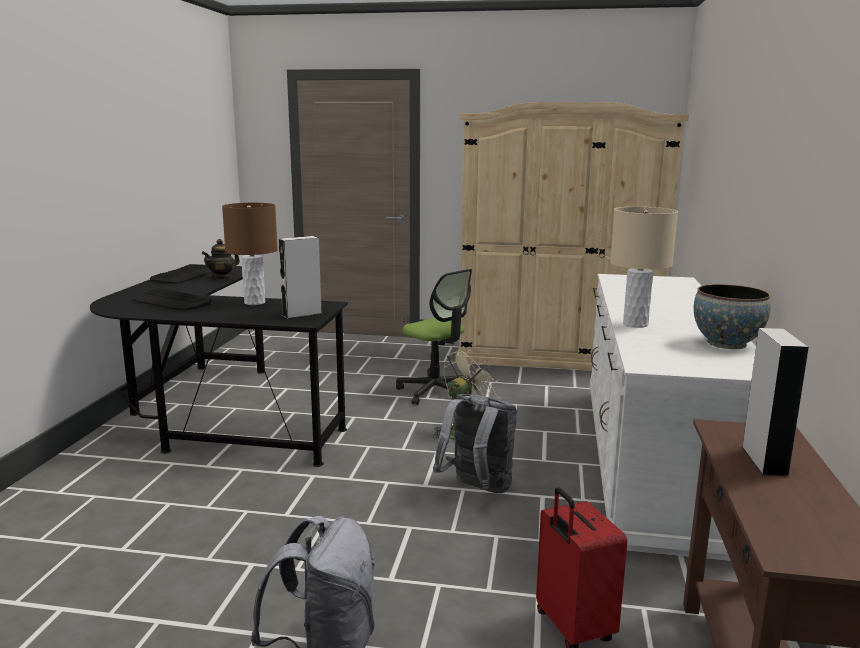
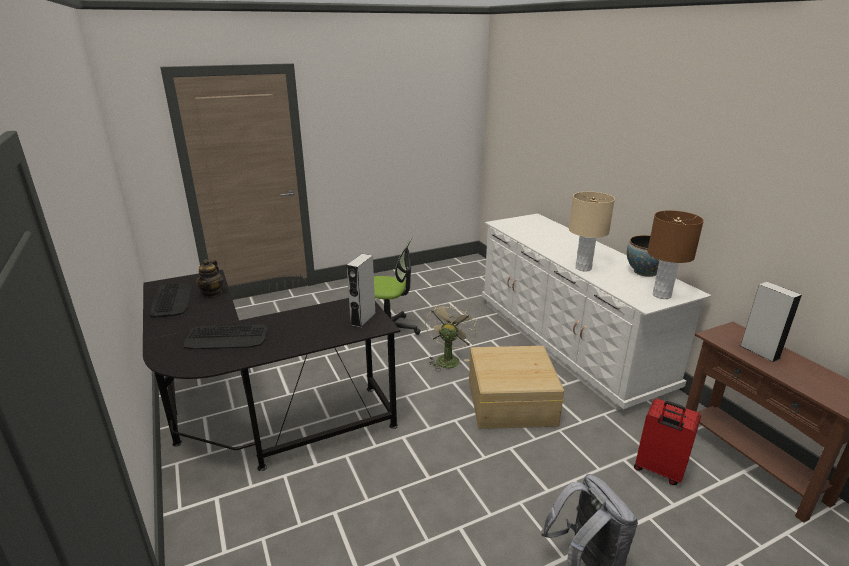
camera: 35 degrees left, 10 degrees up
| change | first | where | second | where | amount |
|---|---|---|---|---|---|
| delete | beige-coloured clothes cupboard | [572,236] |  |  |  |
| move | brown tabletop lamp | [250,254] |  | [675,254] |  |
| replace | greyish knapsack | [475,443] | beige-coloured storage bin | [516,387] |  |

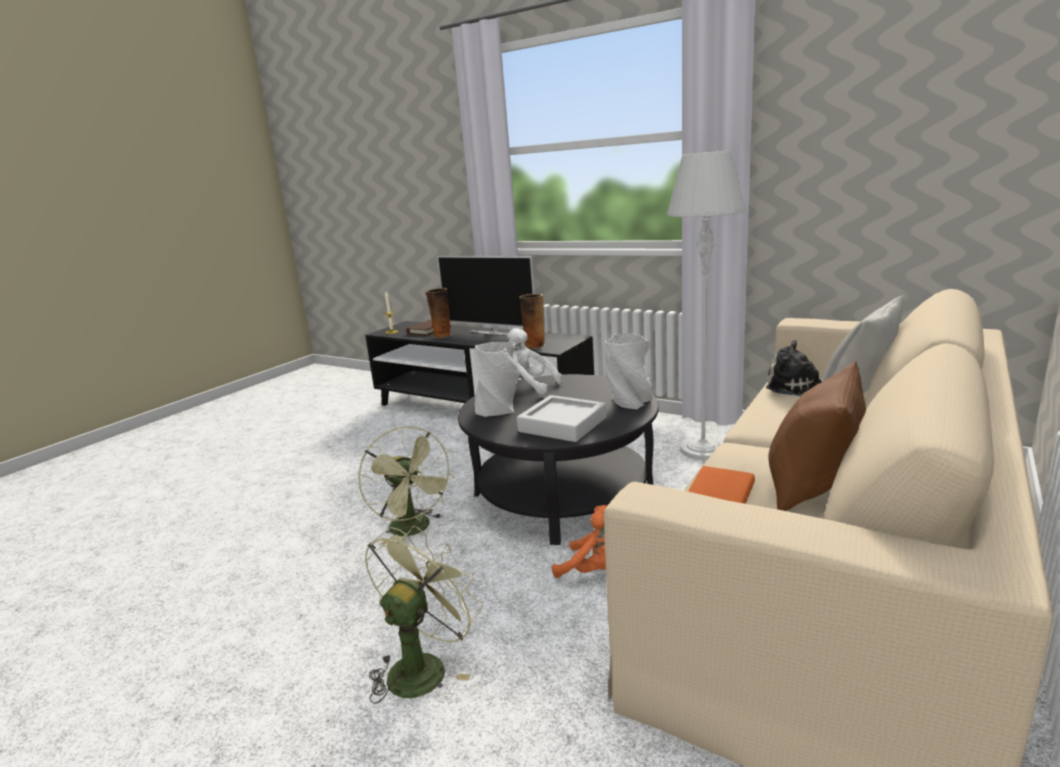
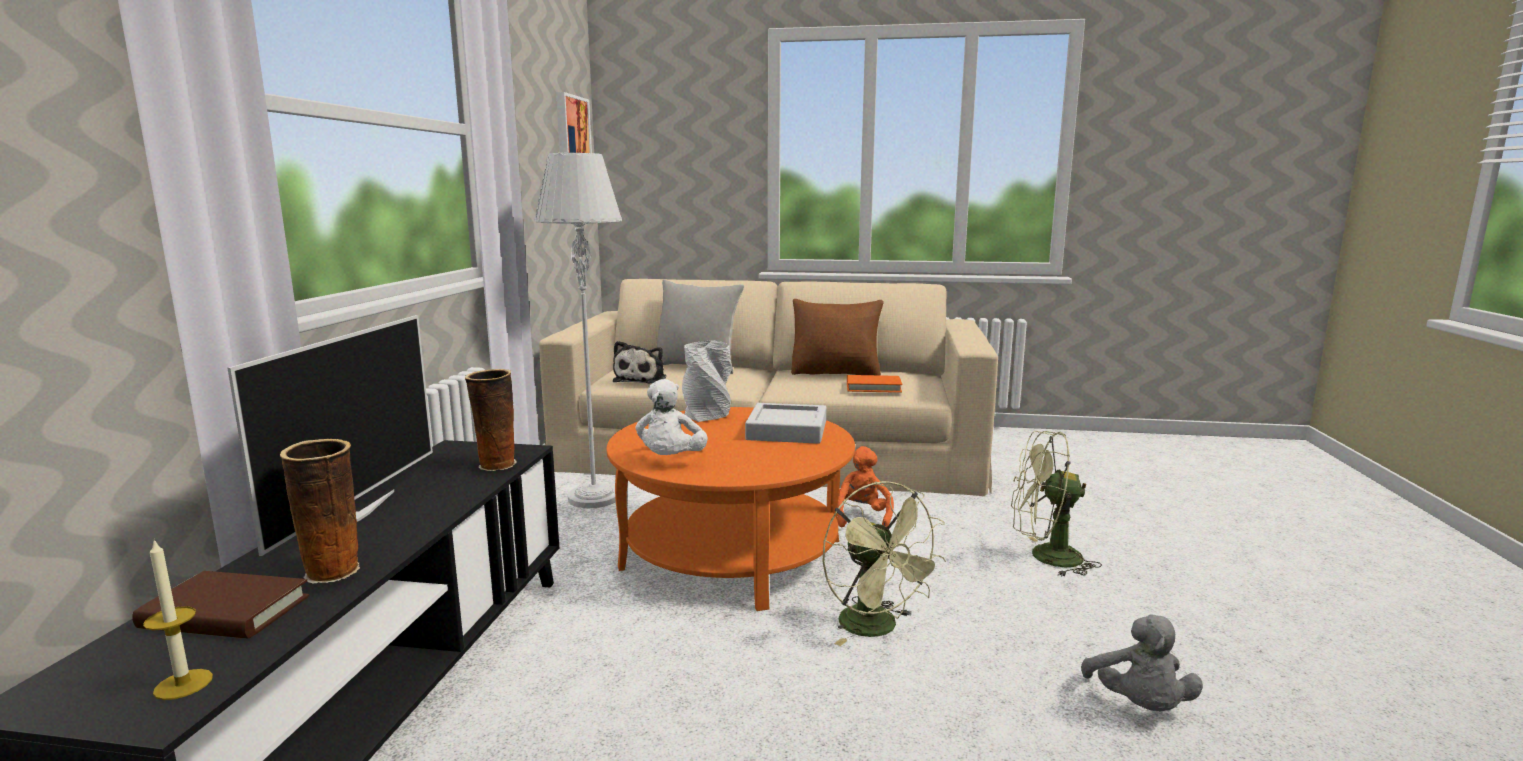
camera: 115 degrees left, 5 degrees down
| change | first | where | second | where | amount |
|---|---|---|---|---|---|
| delete | greyish decorative vase | [495,379] |  |  |  |
| insert |  |  | wall picture | [574,122] |  |
| insert |  |  | greyish soft toy | [1142,662] |  |
| recolor | blackish low table | [558,459] | orangey low table | [730,509] |  |
| rotate | greenish electric fan | [406,485] |  | [884,563] | 120 degrees clockwise |

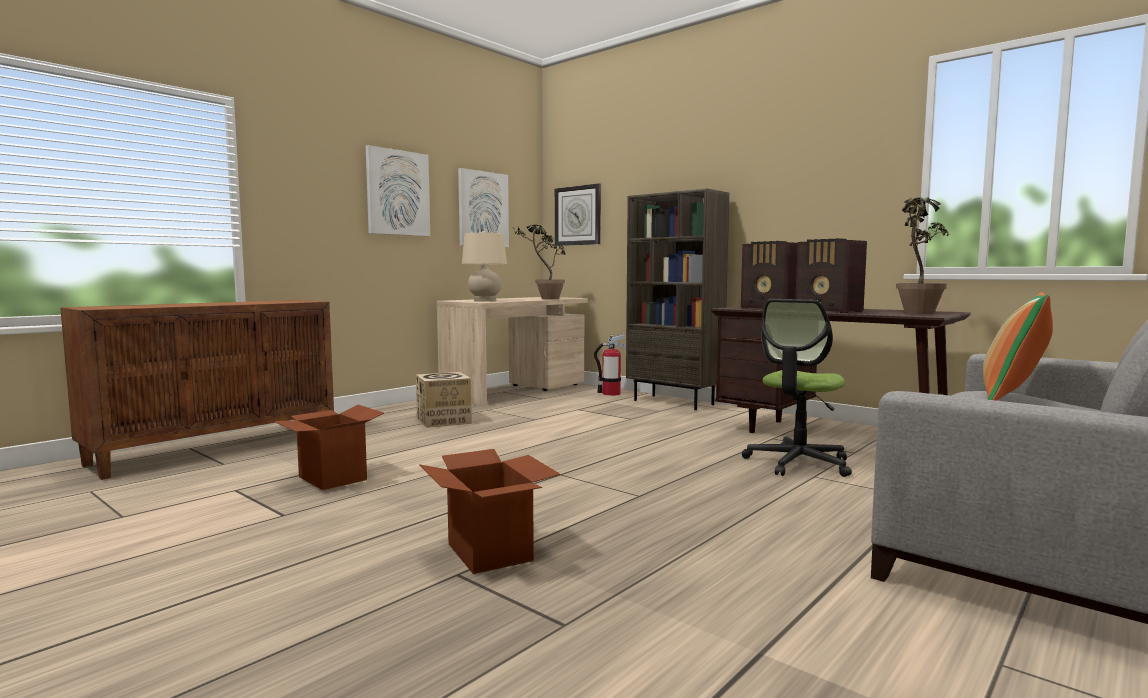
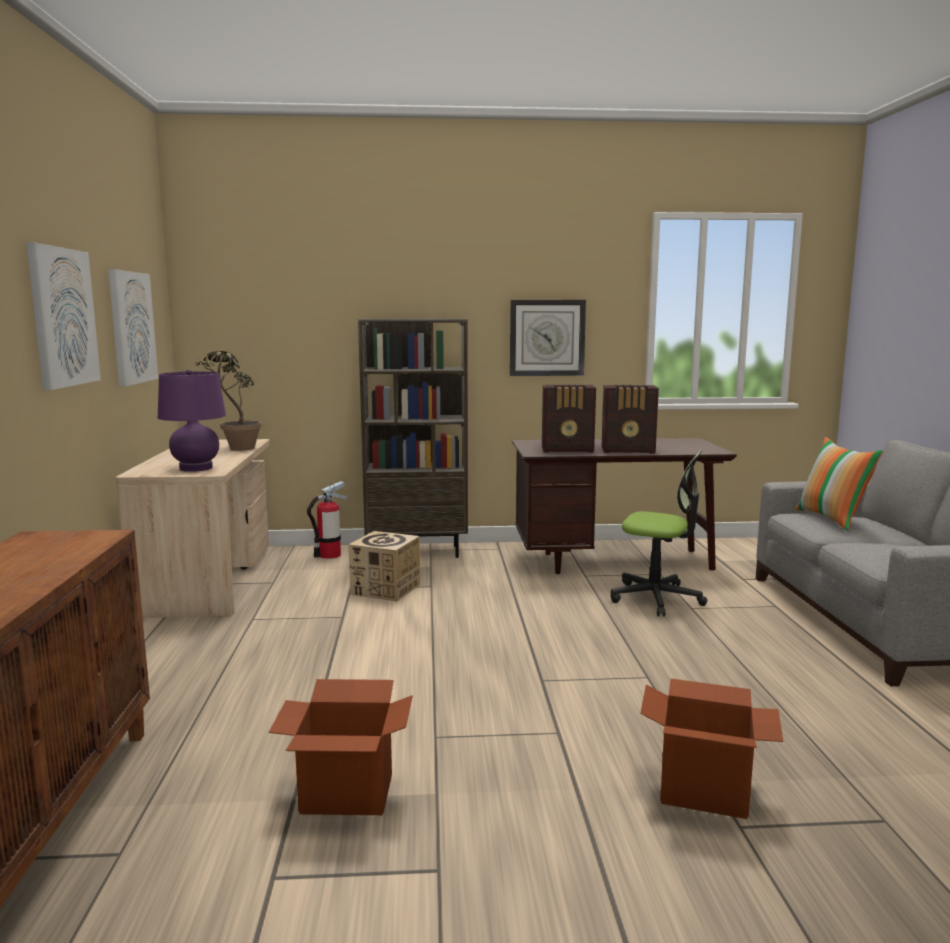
camera: 45 degrees left, 5 degrees up
| change | first | where | second | where | amount |
|---|---|---|---|---|---|
| delete | potted plant | [922,255] |  |  |  |
| move | packing box | [444,400] |  | [384,566] |  |
| move | clock on the wall | [578,214] |  | [548,338] |  |
| recolor | beige-coloured tabletop lamp | [484,266] | purple tabletop lamp | [192,420] |  |
| rotate | desk chair | [797,388] |  | [659,532] | 60 degrees counterclockwise |

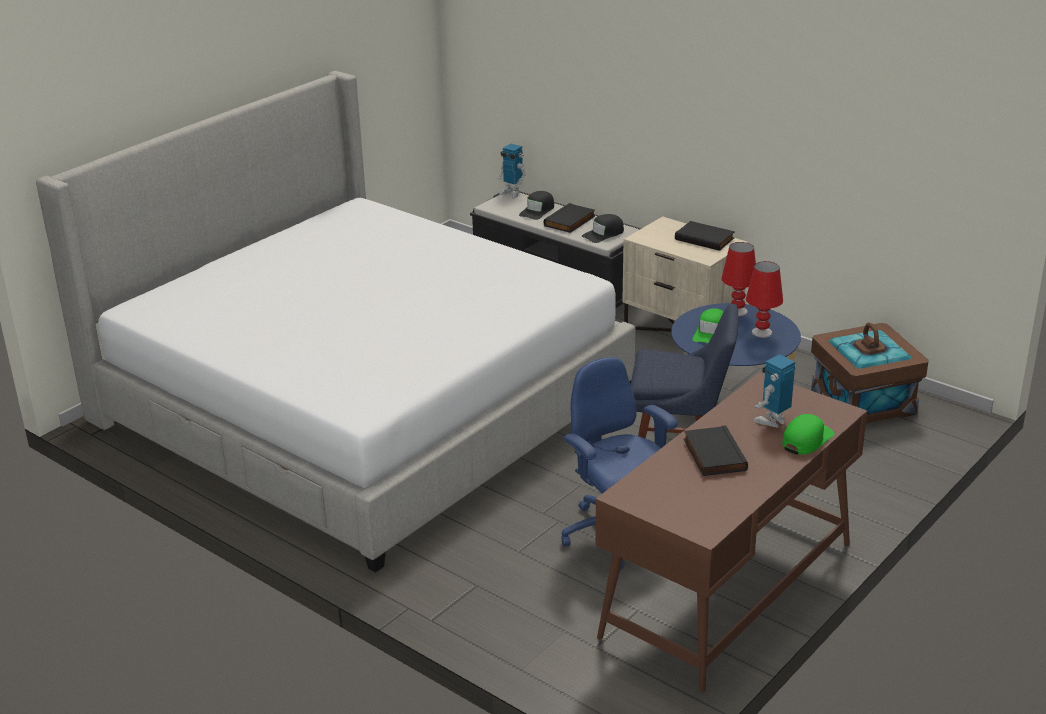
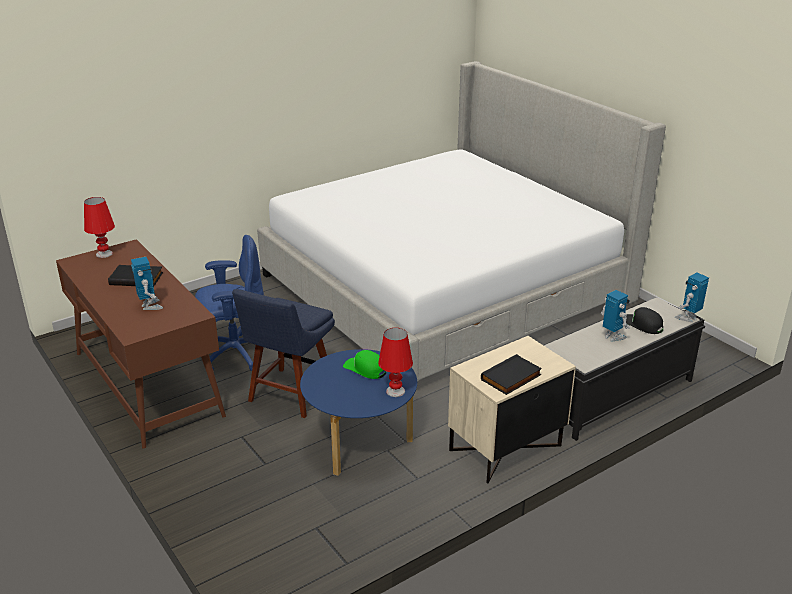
camera: 105 degrees right, 0 degrees up
| change | first | where | second | where | amount |
|---|---|---|---|---|---|
| delete | blackish peaked cap | [603,228] |  |  |  |
| delete | greenish peaked cap | [808,434] |  |  |  |
| delete | brown storage bin | [870,372] |  |  |  |
| move | red-coloured tabletop lamp | [764,299] |  | [99,227] |  |
| replace | blackish book | [569,218] | model robot | [615,316] |  |

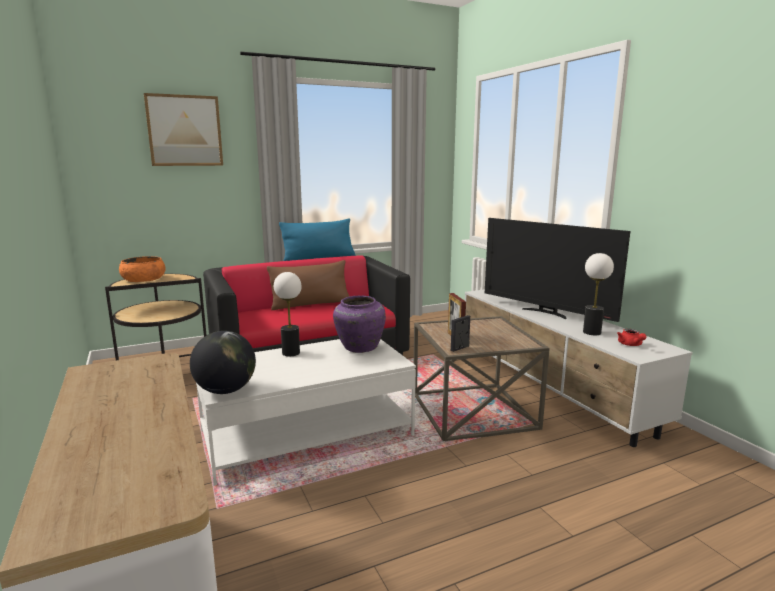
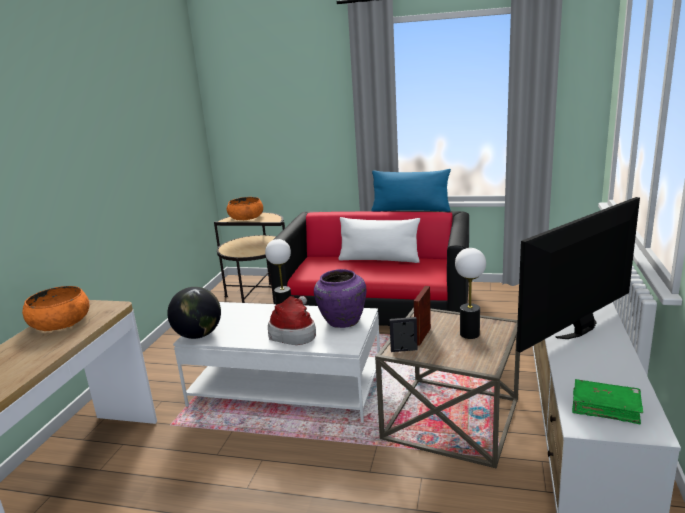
camera: 40 degrees right, 5 degrees up
| change | first | where | second | where | amount |
|---|---|---|---|---|---|
| delete | wall picture | [183,129] |  |  |  |
| insert |  |  | orangey serving bowl | [56,308] |  |
| insert |  |  | wearable hat | [292,320] |  |
| move | tabletop lamp | [598,294] |  | [470,293] |  |
| replace | red-coloured tea pot | [632,337] | greenish book | [607,401] |  |
| recolor | brown pillow | [308,285] | white-coloured pillow | [379,240] |  |
| rotate | TV | [558,270] |  | [578,275] | 60 degrees clockwise |

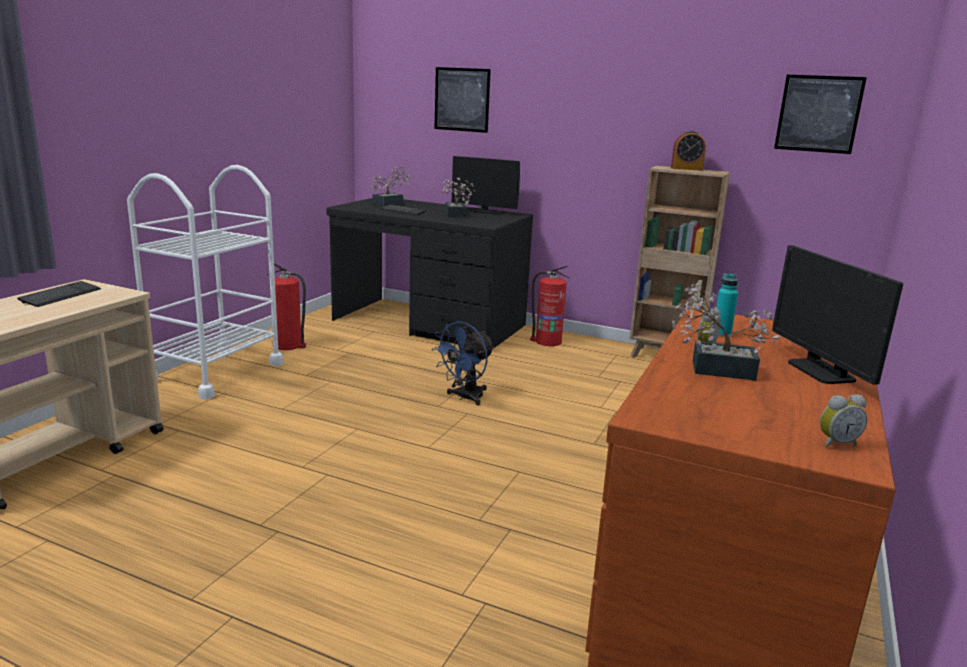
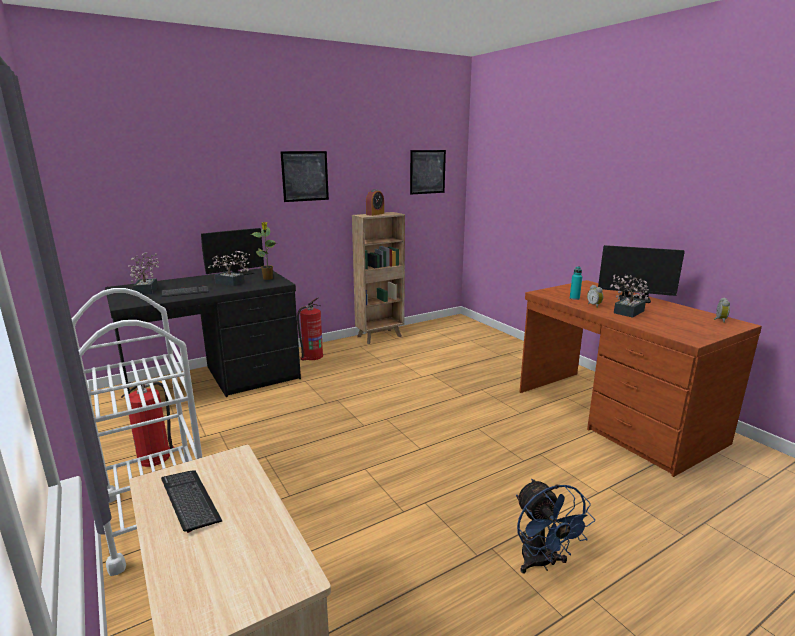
camera: 55 degrees left, 0 degrees up
| change | first | where | second | where | amount |
|---|---|---|---|---|---|
| insert |  |  | potted plant | [263,251] |  |
| move | bluish electric fan | [463,363] |  | [555,526] |  |
| move | wall picture | [462,100] |  | [304,176] |  |

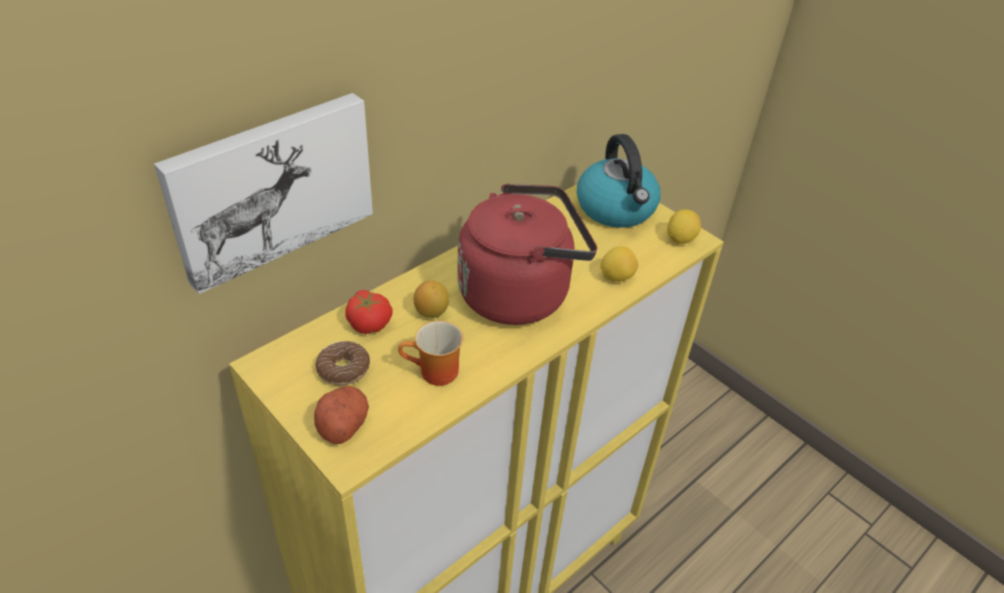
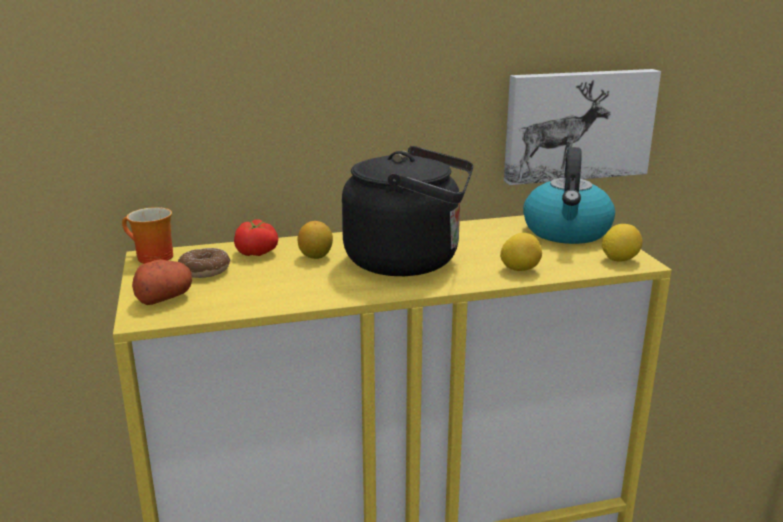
camera: 30 degrees right, 20 degrees down
| change | first | where | second | where | amount |
|---|---|---|---|---|---|
| move | wall picture | [263,193] |  | [582,127] |  |
| move | mug | [430,353] |  | [147,235] |  |
| recolor | red-coloured kettle | [527,254] | blackish kettle | [407,211] |  |

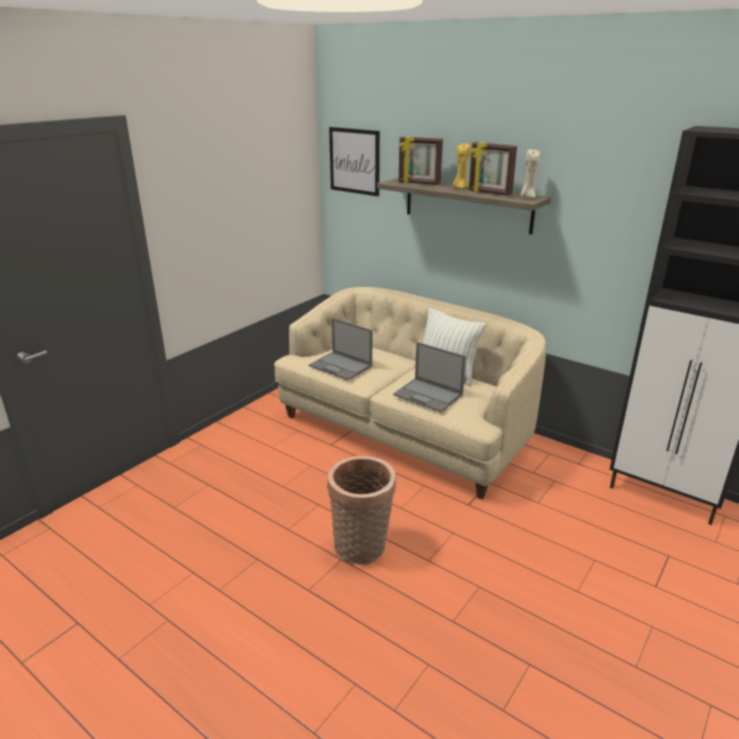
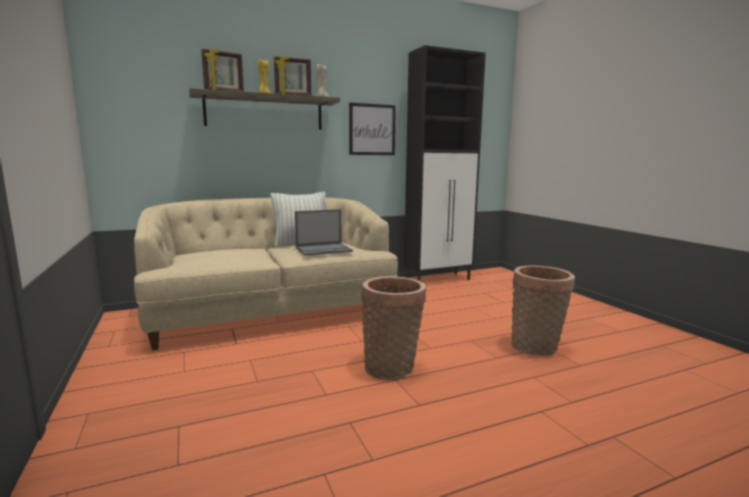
camera: 60 degrees left, 15 degrees down
| change | first | where | second | where | amount |
|---|---|---|---|---|---|
| delete | notebook computer | [340,349] |  |  |  |
| insert |  |  | basket | [543,311] |  |
| move | wall picture | [354,161] |  | [372,129] |  |

